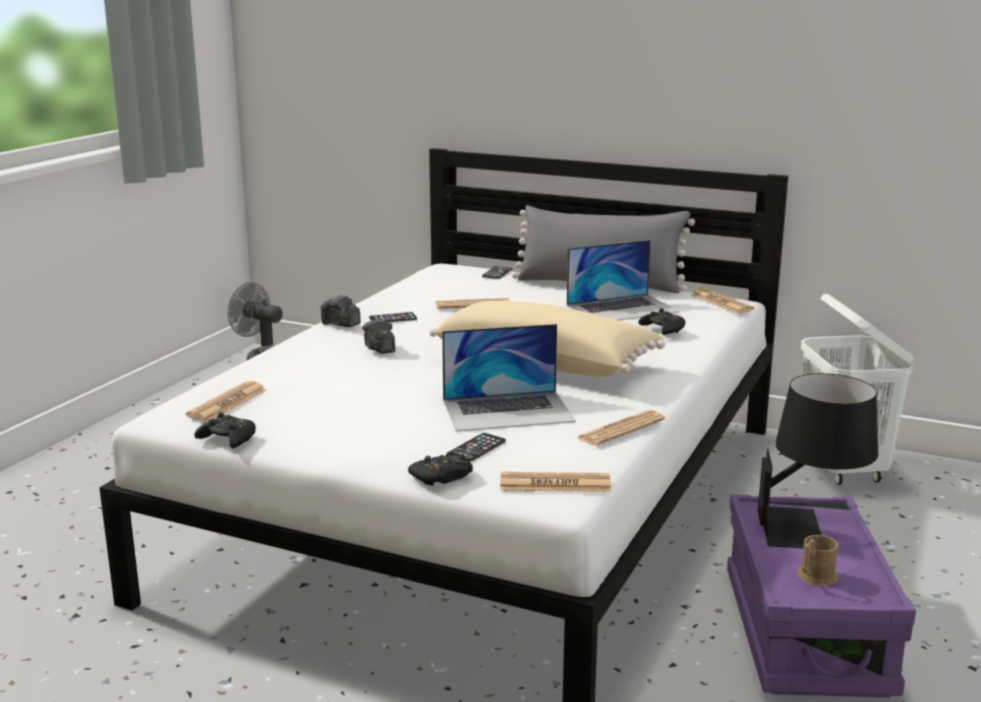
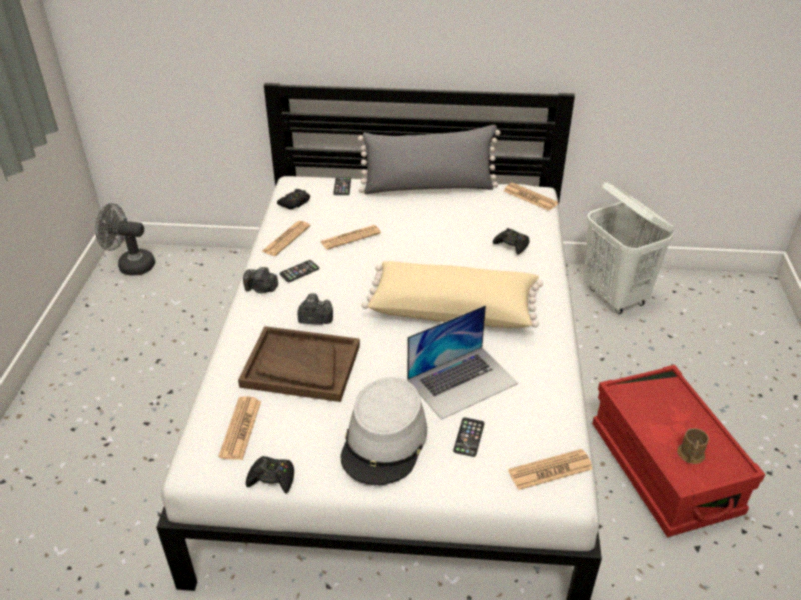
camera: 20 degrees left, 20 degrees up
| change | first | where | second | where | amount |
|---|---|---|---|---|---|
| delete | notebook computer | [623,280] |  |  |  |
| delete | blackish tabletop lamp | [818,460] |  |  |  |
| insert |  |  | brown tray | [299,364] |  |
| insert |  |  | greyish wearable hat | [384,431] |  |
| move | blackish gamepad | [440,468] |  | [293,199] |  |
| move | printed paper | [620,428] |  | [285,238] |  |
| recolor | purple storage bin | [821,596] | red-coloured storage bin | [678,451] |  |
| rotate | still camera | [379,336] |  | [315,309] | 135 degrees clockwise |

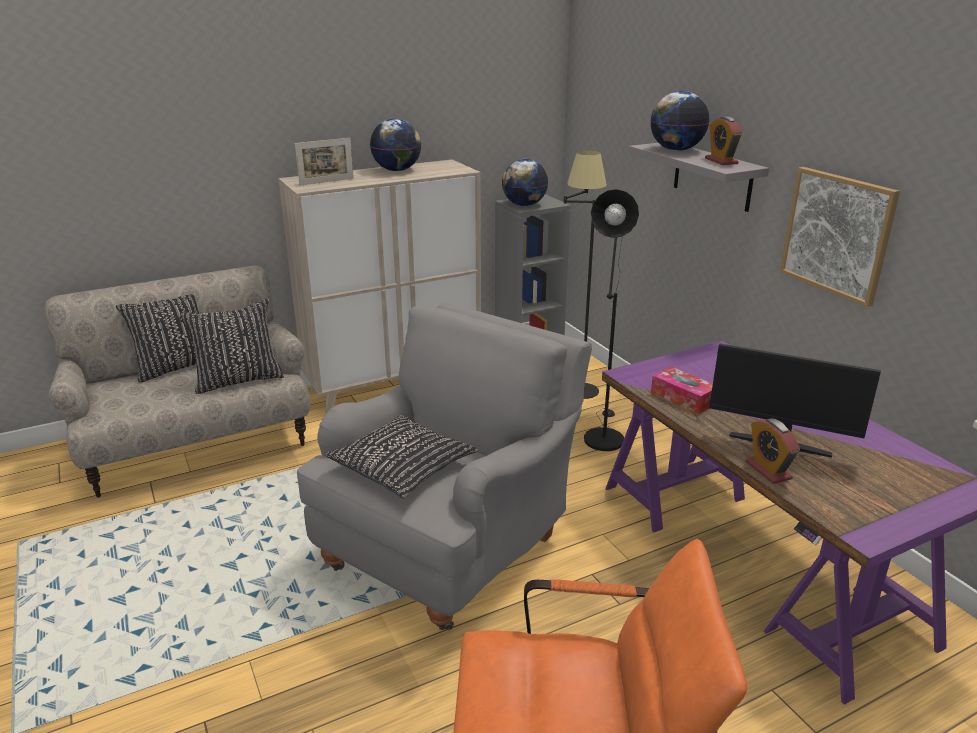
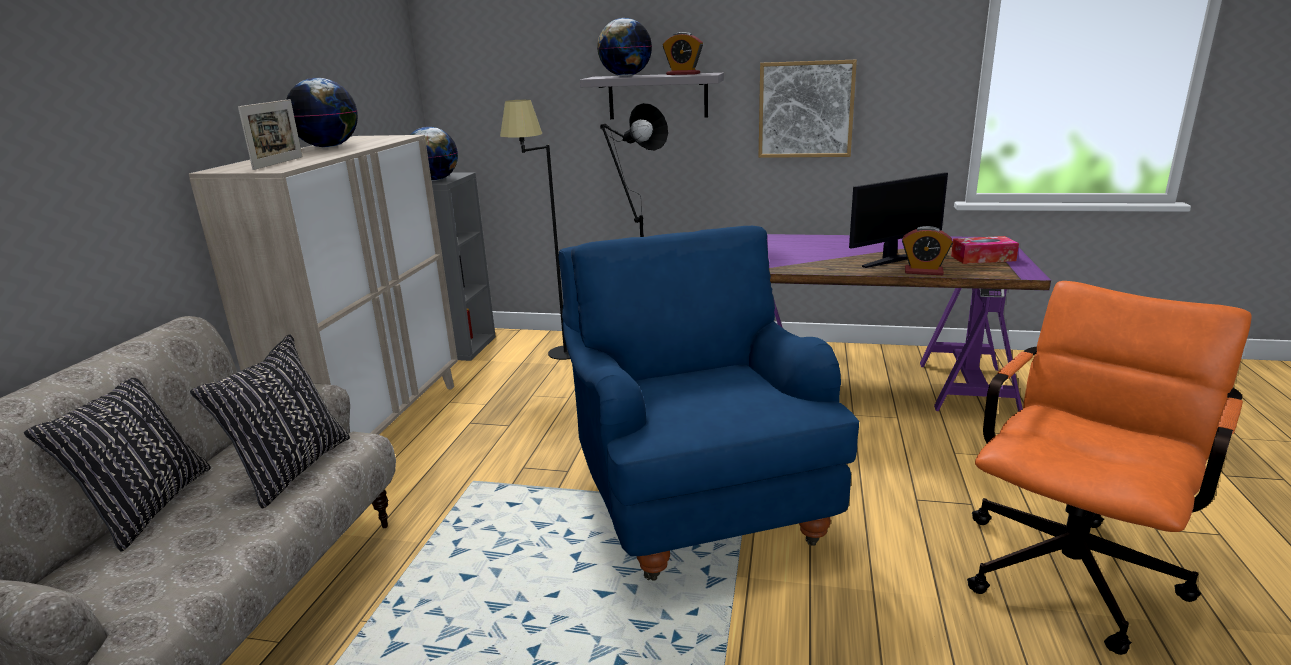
camera: 50 degrees left, 5 degrees down
| change | first | where | second | where | amount |
|---|---|---|---|---|---|
| delete | blackish pillow | [401,457] |  |  |  |
| move | tissue box | [682,390] |  | [985,250] |  |
| recolor | greyish armchair | [444,466] | bluish armchair | [709,403] |  |

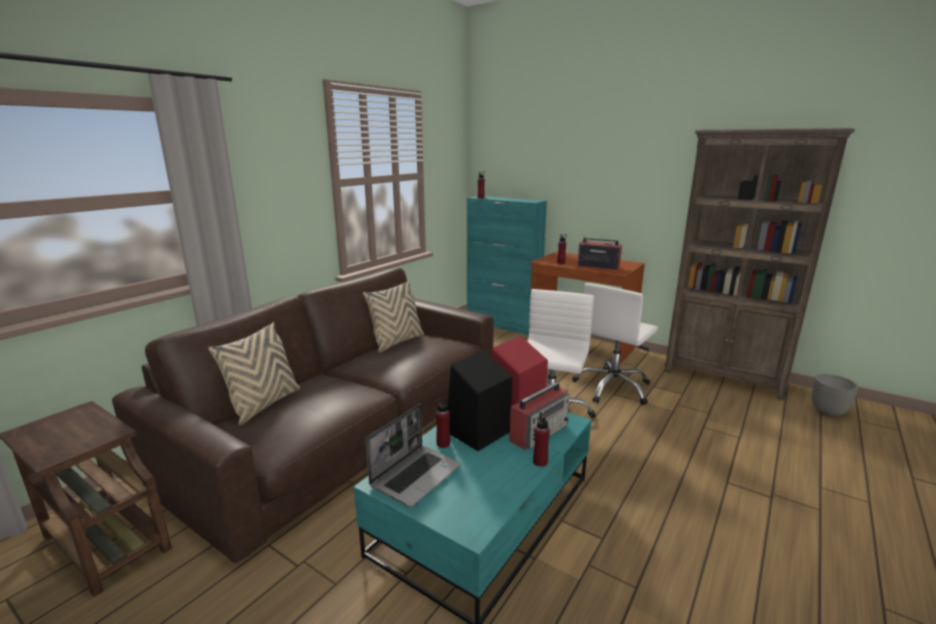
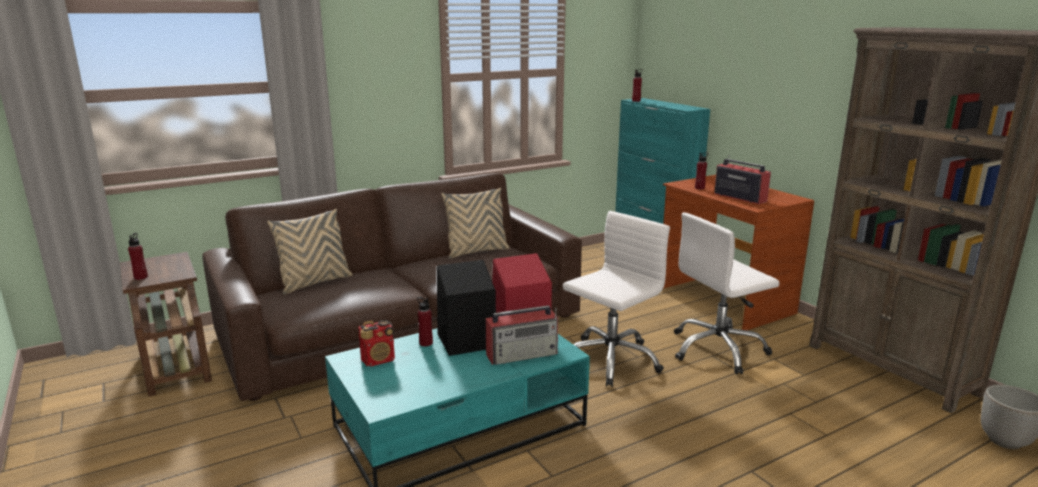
camera: 25 degrees right, 0 degrees up
| change | first | where | second | where | amount |
|---|---|---|---|---|---|
| move | red-coloured drink bottle | [541,439] |  | [138,256] |  |
| replace | notebook computer | [413,455] | radio receiver | [376,343] |  |

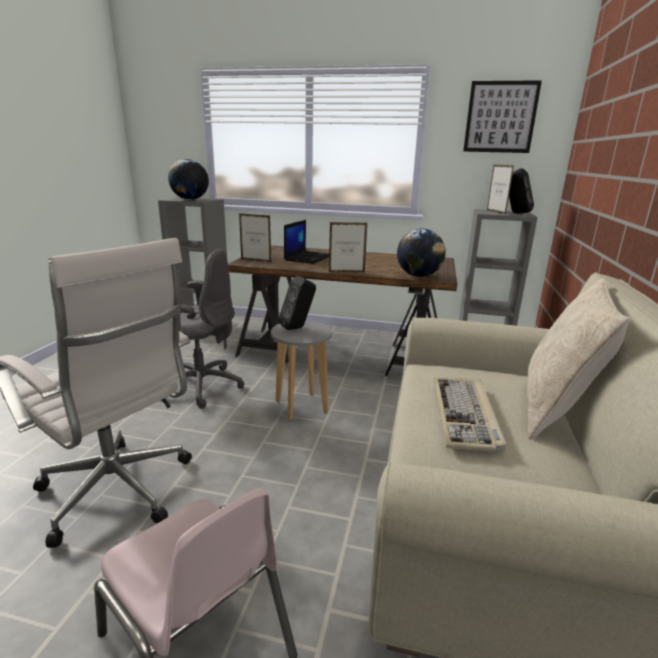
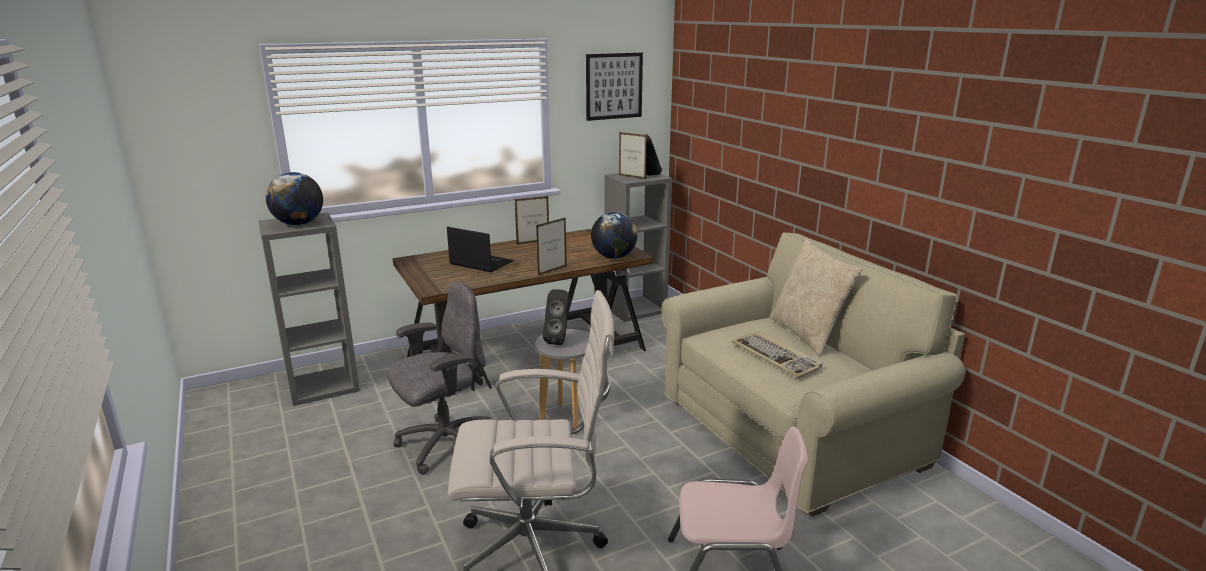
camera: 40 degrees left, 0 degrees up
| change | first | where | second | where | amount |
|---|---|---|---|---|---|
| move | photo frame | [255,237] |  | [532,220] |  |
| rotate | notebook computer | [306,242] |  | [480,249] | 45 degrees counterclockwise |

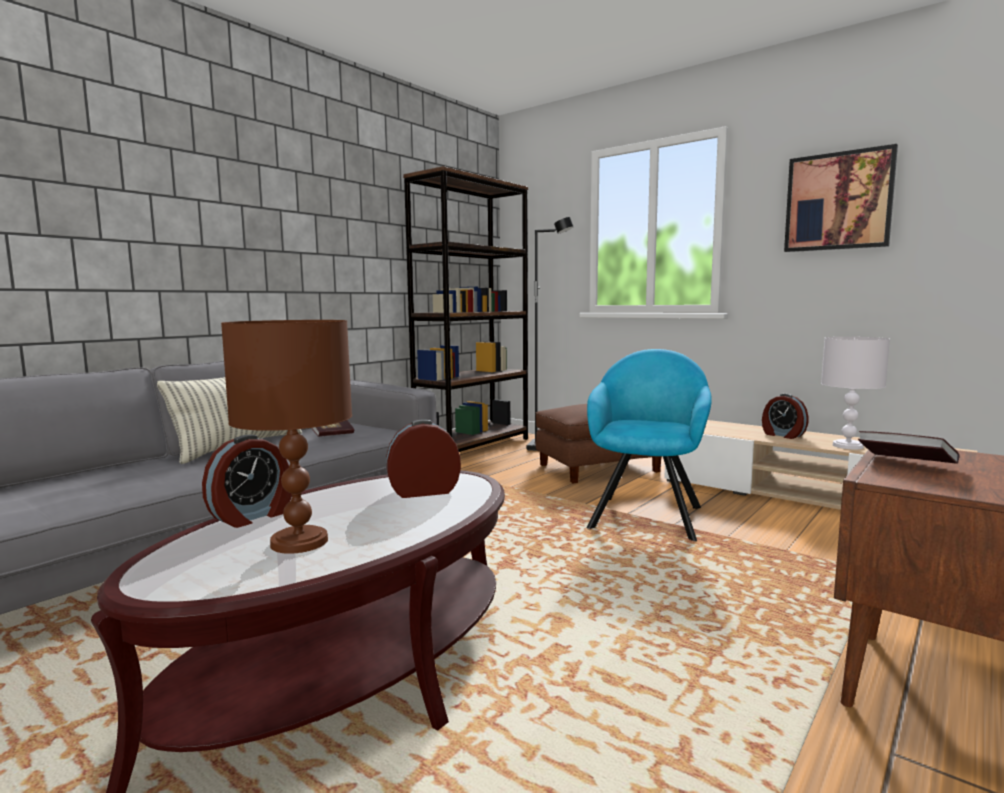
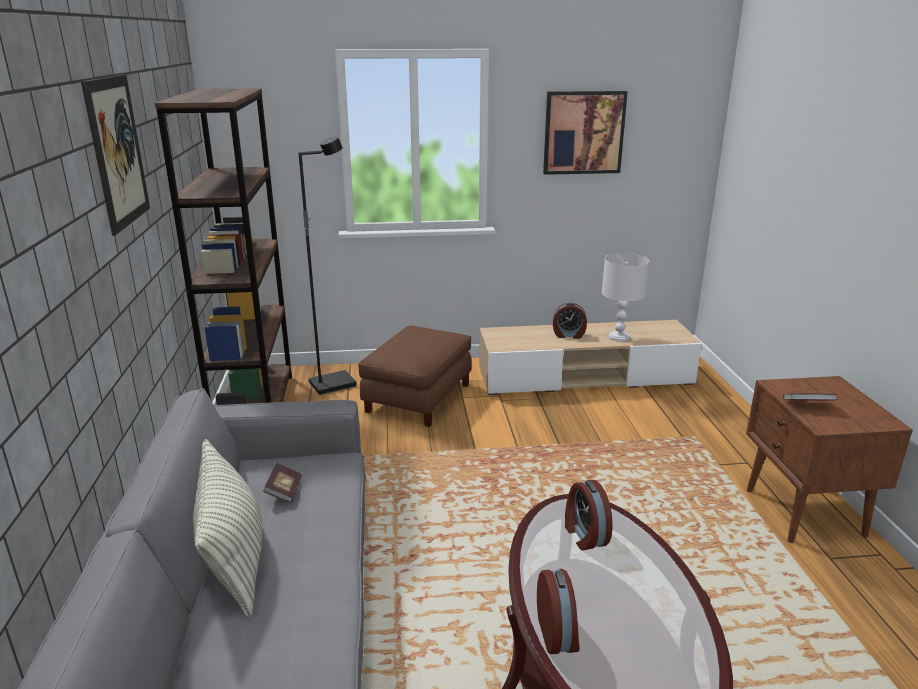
camera: 45 degrees left, 15 degrees up
| change | first | where | second | where | amount |
|---|---|---|---|---|---|
| delete | brown tabletop lamp | [286,437] |  |  |  |
| delete | turquoise-coloured armchair | [649,445] |  |  |  |
| insert |  |  | wall picture | [115,155] |  |
| rotate | table clock | [423,459] |  | [589,515] | 45 degrees counterclockwise |

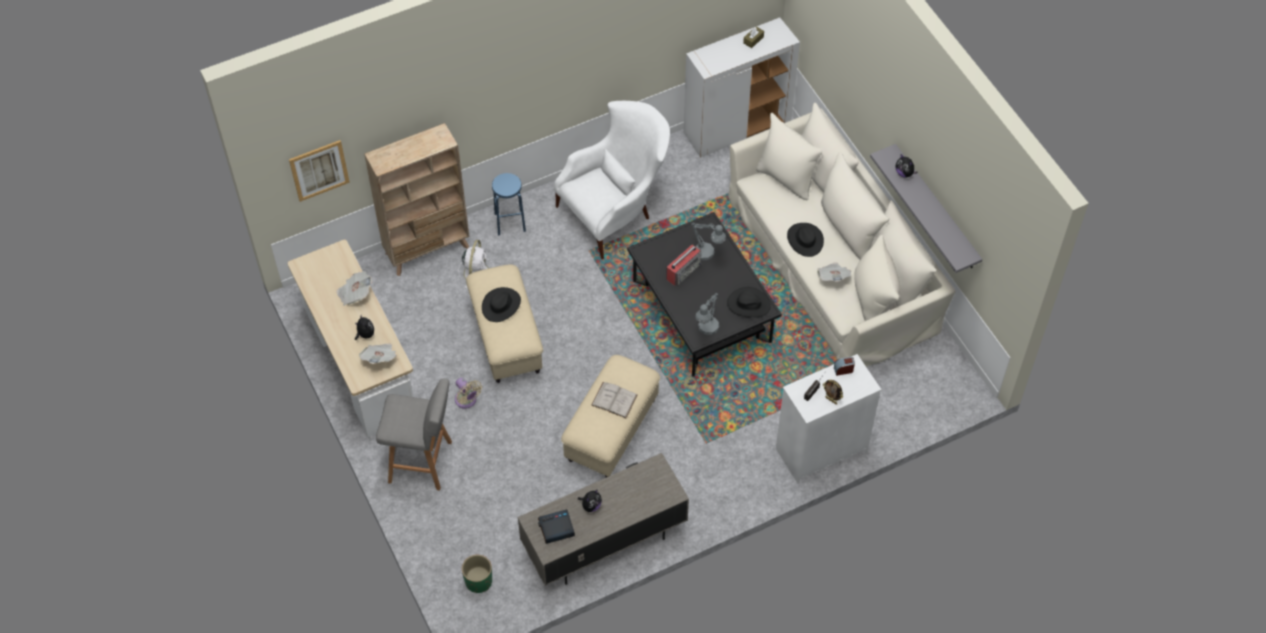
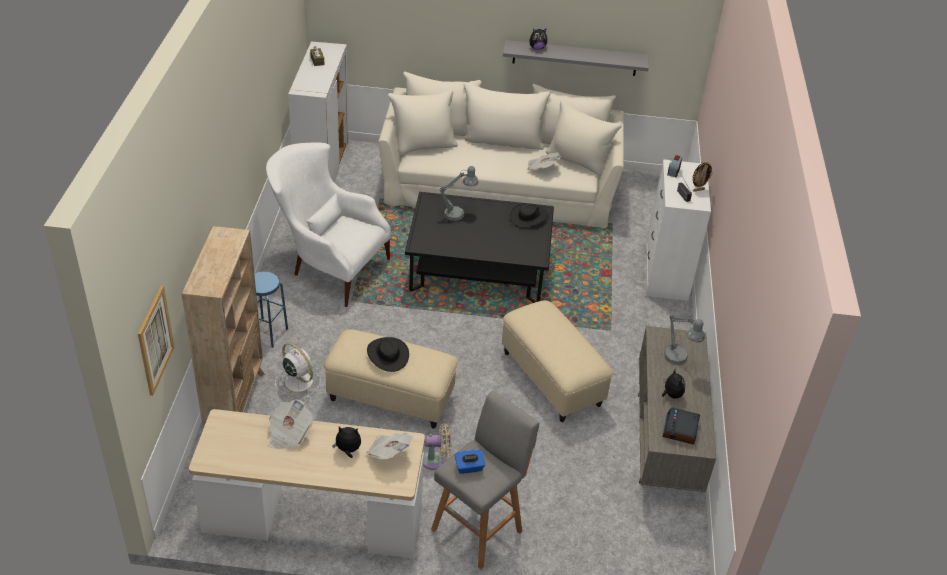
camera: 60 degrees left, 15 degrees down
| change | first | where | second | where | amount |
|---|---|---|---|---|---|
| delete | greenish plant pot | [477,574] |  |  |  |
| delete | white-coloured book | [614,400] |  |  |  |
| delete | radio receiver | [683,265] |  |  |  |
| delete | blackish wearable hat | [805,240] |  |  |  |
| insert |  |  | bluish tissue box | [470,461] |  |
| move | greyish tabletop lamp | [707,314] |  | [684,340] |  |
| rotate | white-coloured armchair | [612,180] |  | [328,225] | 60 degrees counterclockwise |

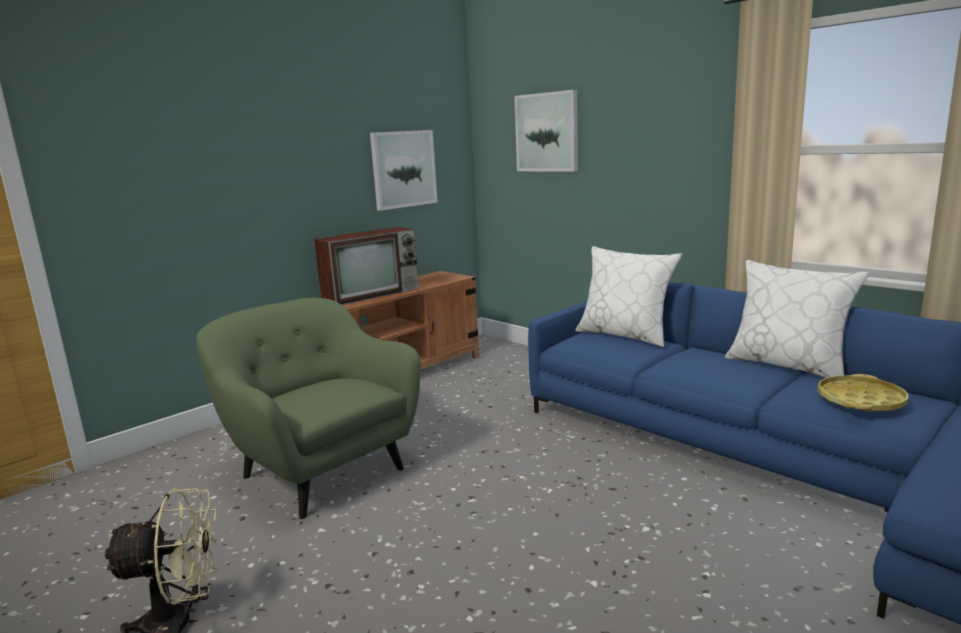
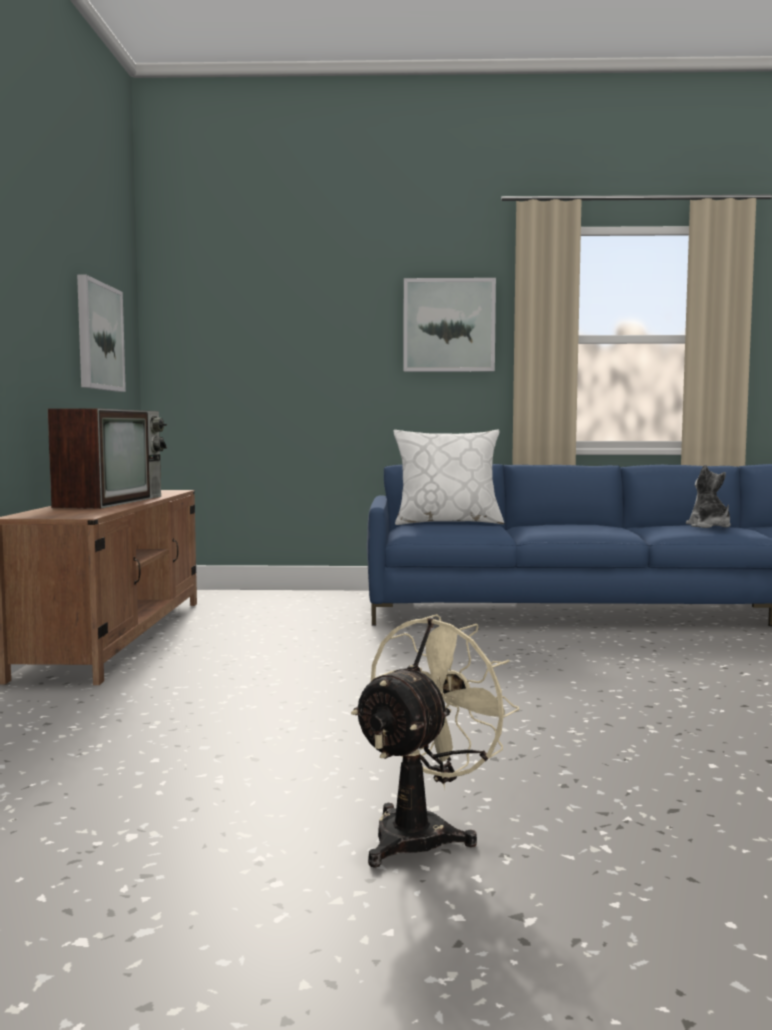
camera: 45 degrees left, 10 degrees down
| change | first | where | second | where | amount |
|---|---|---|---|---|---|
| delete | greenish armchair | [308,408] |  |  |  |
| delete | white-coloured pillow | [797,319] |  |  |  |
| move | wall picture | [546,131] |  | [449,325] |  |
| replace | yellowish tray | [862,393] | soft toy | [708,496] |  |

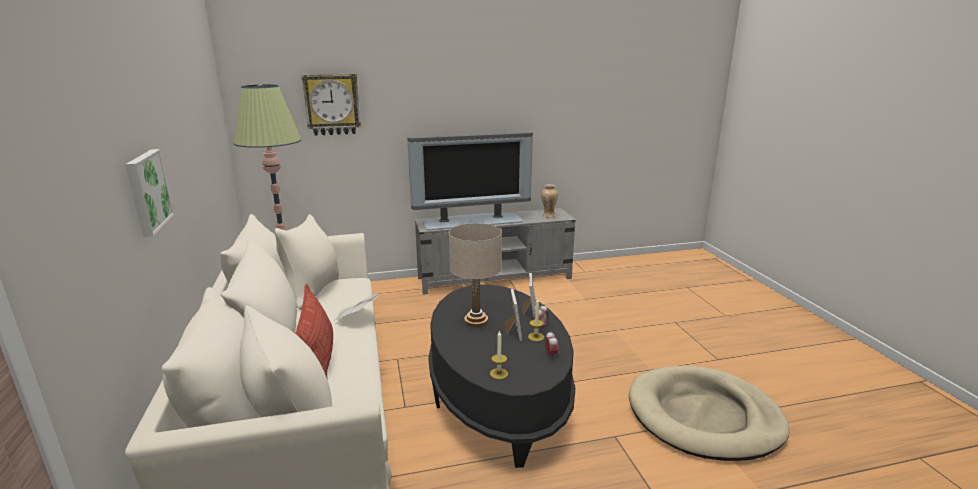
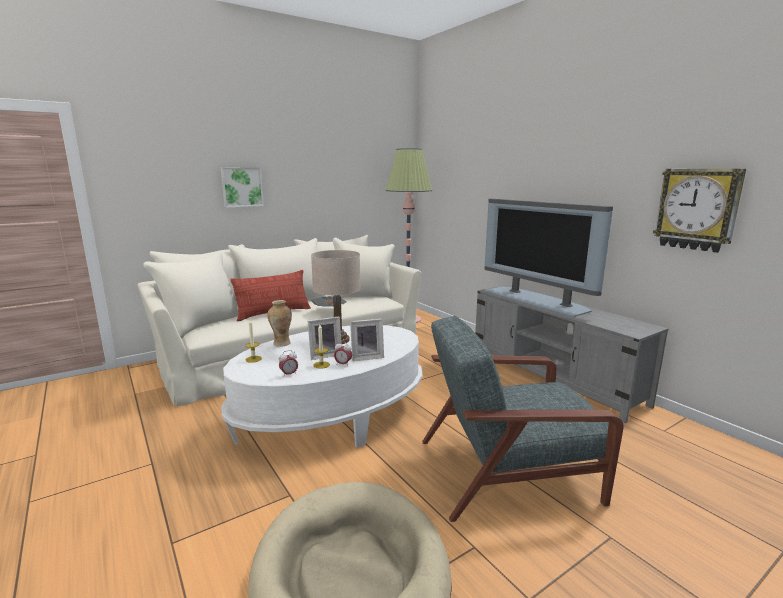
camera: 70 degrees right, 5 degrees down
| change | first | where | second | where | amount |
|---|---|---|---|---|---|
| insert |  |  | greyish armchair | [523,419] |  |
| move | clock on the wall | [331,105] |  | [699,211] |  |
| move | decorative vase | [549,201] |  | [279,323] |  |
| recolor | blackish low table | [501,376] | white-coloured low table | [322,386] |  |

